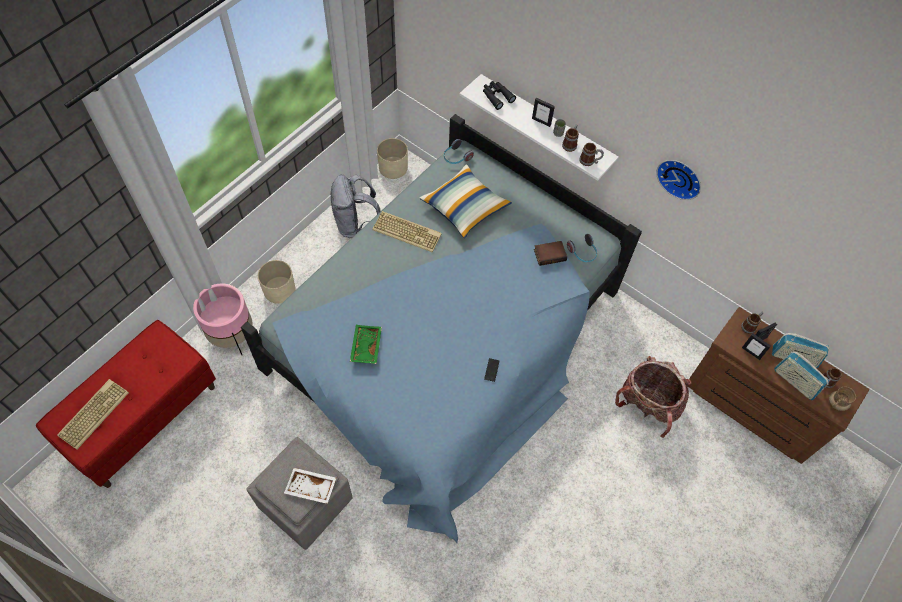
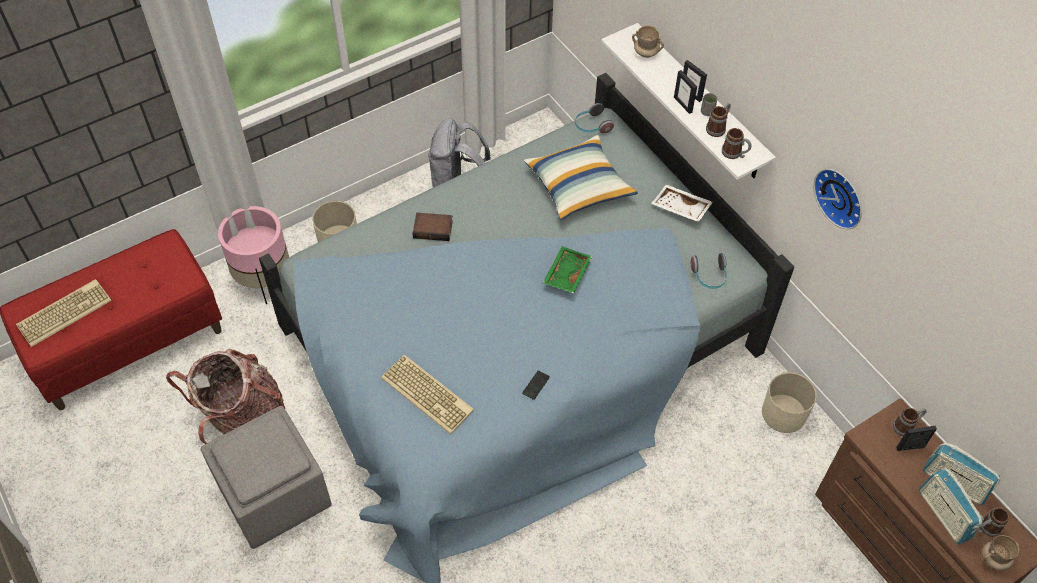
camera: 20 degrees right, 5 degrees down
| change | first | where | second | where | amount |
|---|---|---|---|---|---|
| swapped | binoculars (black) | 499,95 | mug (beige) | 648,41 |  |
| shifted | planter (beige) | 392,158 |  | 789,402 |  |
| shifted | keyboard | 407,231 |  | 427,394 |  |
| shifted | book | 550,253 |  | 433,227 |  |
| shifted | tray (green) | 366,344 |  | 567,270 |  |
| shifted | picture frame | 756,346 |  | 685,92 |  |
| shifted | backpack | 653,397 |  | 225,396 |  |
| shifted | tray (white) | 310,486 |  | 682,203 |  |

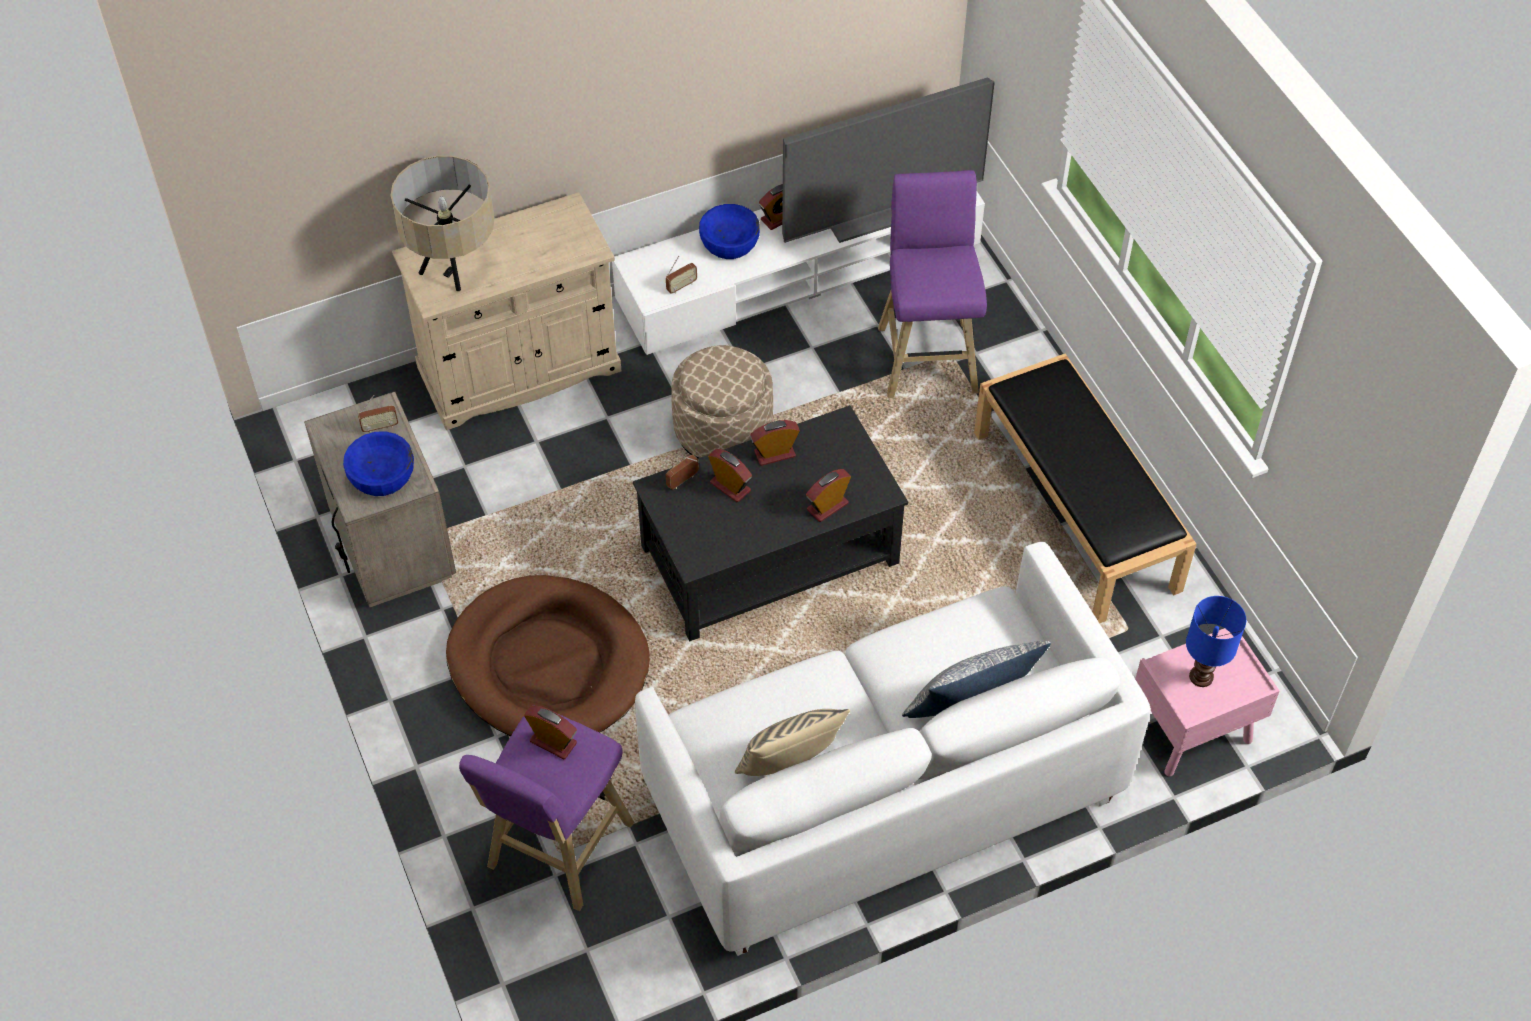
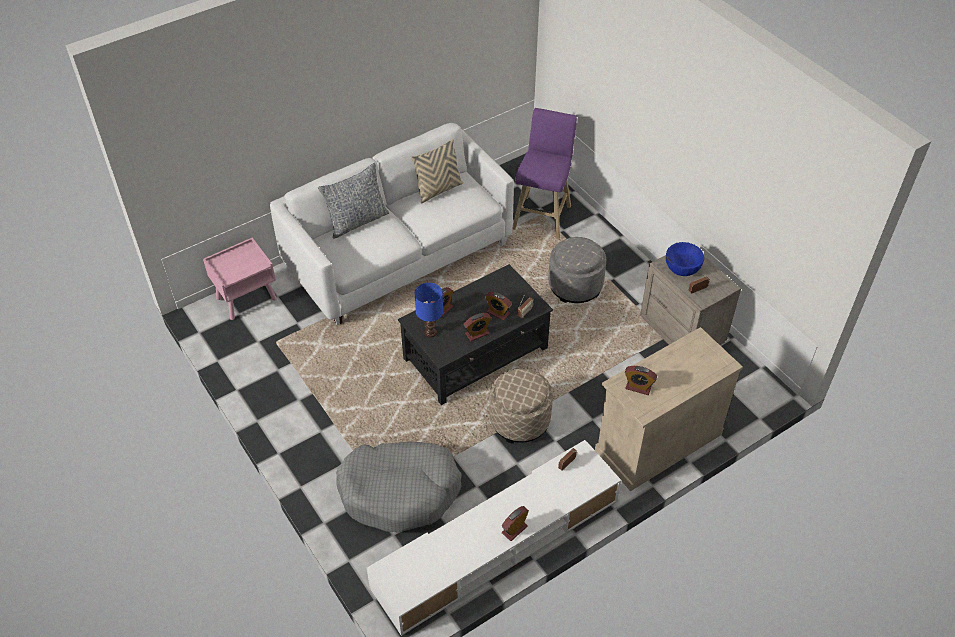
camera: 170 degrees right, 5 degrees down
| change | first | where | second | where | amount |
|---|---|---|---|---|---|
| gone | television | 888,160 |  |  |  |
| gone | table lamp (beige) | 442,223 |  |  |  |
| swapped | stool (purple) | 932,284 | dog bed (grey) | 398,487 |  |
| gone | bowl (blue) | 729,231 |  |  |  |
| gone | bench (black) | 1085,488 |  |  |  |
| swapped | dog bed (brown) | 548,655 | ottoman (grey) | 577,270 |  |
| shifted | table lamp (blue) | 1216,641 |  | 429,310 |  |
| shifted | alarm clock | 550,732 |  | 641,380 |  |

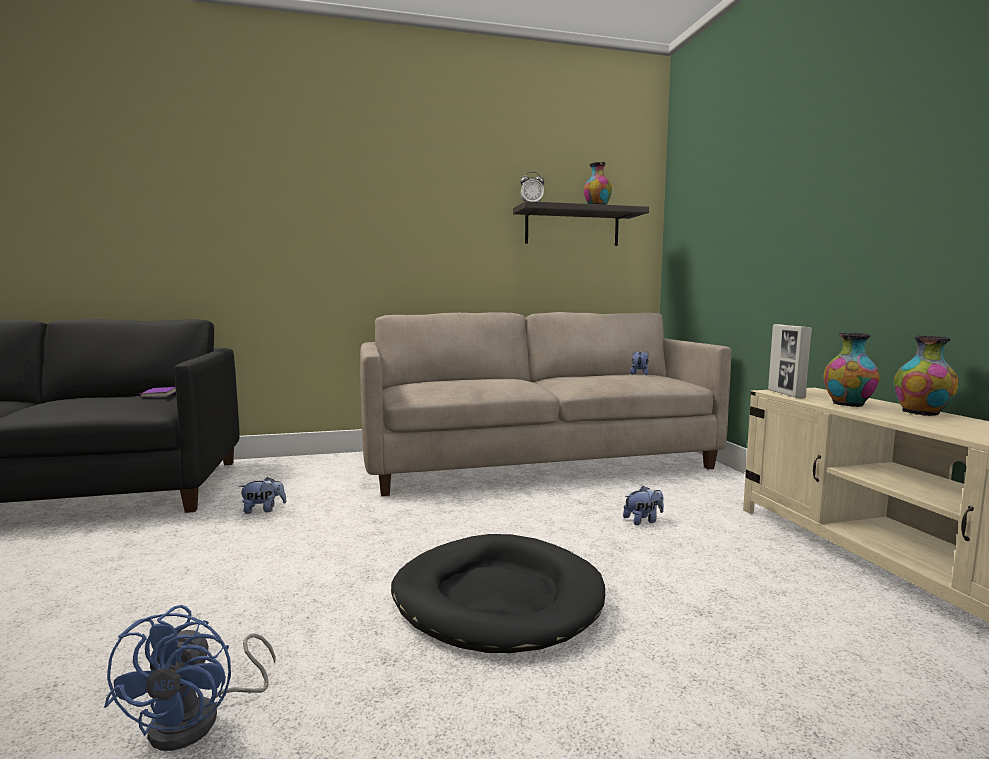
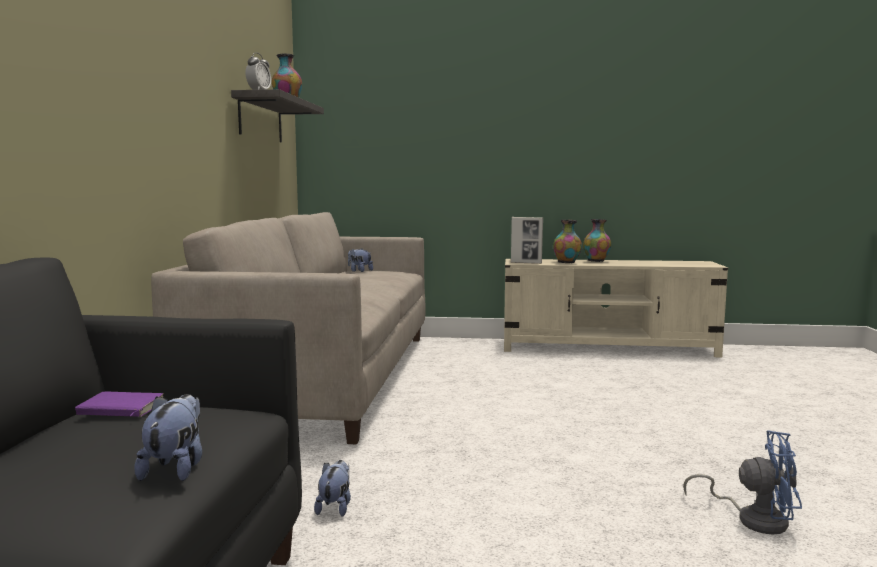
camera: 70 degrees left, 0 degrees up
| change | first | where | second | where | amount |
|---|---|---|---|---|---|
| shifted | plush toy | 643,505 |  | 168,437 |  |
| gone | dog bed (black) | 498,593 |  |  |  |

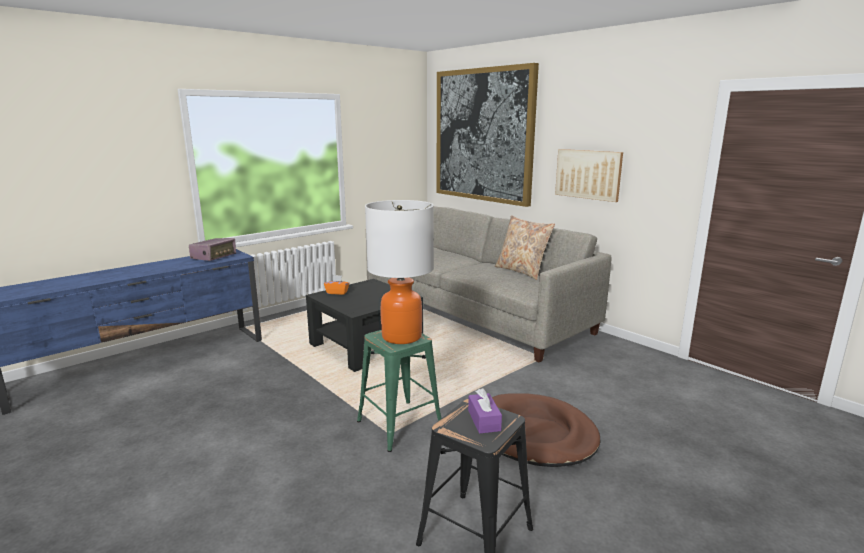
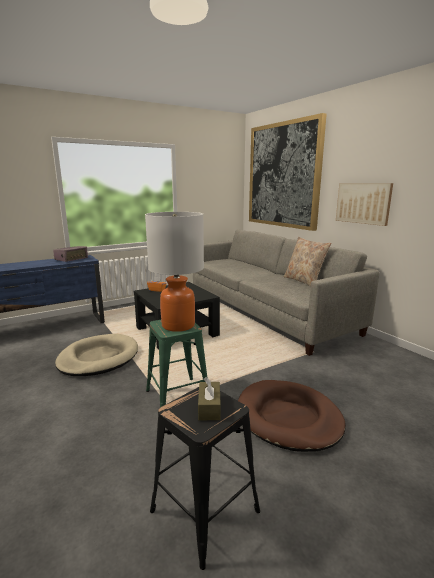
camera: 10 degrees right, 0 degrees up
| change | first | where | second | where | amount |
|---|---|---|---|---|---|
| repainted | tissue box (purple) | 485,411 | tissue box (brown) | 209,398 |  |
| new |  |  | dog bed (beige) | 96,355 |  |

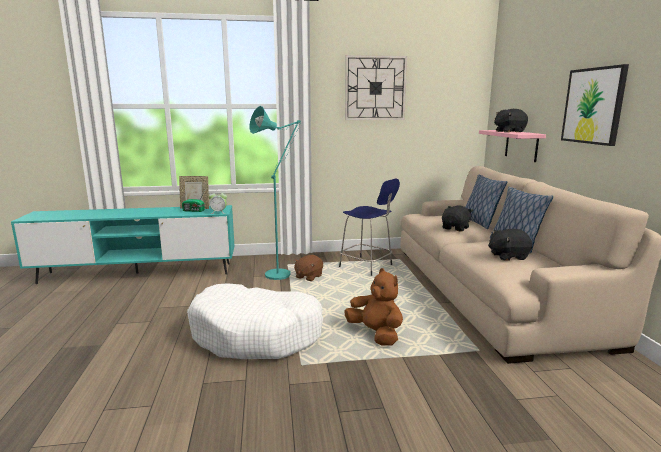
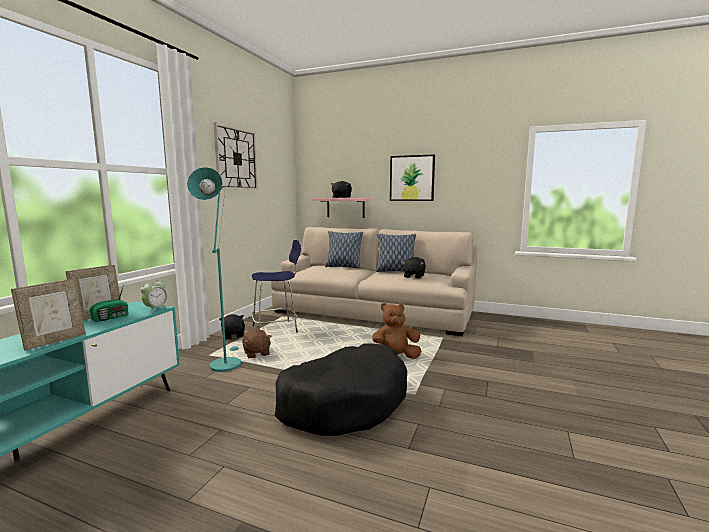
camera: 60 degrees left, 5 degrees down
| change | first | where | second | where | amount |
|---|---|---|---|---|---|
| shifted | plush toy (black) | 457,218 |  | 232,326 |  |
| repainted | dog bed (white) | 255,321 | dog bed (black) | 341,390 |  |
| new |  |  | picture frame | 48,315 |  |

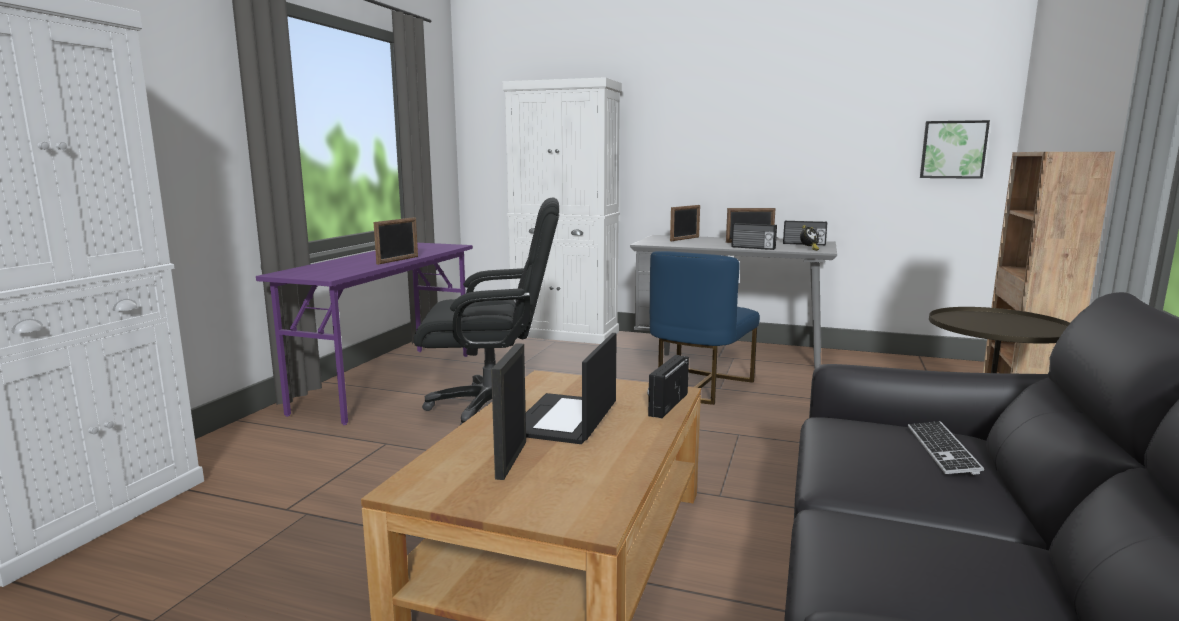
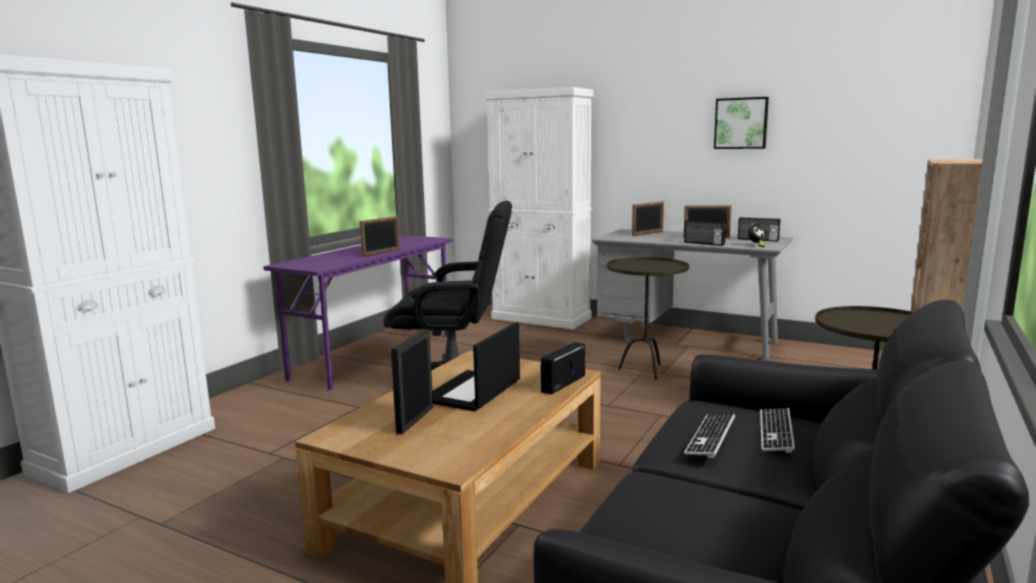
camera: 10 degrees right, 0 degrees up
| change | first | where | second | where | amount |
|---|---|---|---|---|---|
| shifted | picture | 955,149 |  | 741,123 |  |
| swapped | chair (blue) | 705,328 | side table (brown) | 648,318 |  |
| new |  |  | keyboard | 709,436 |  |

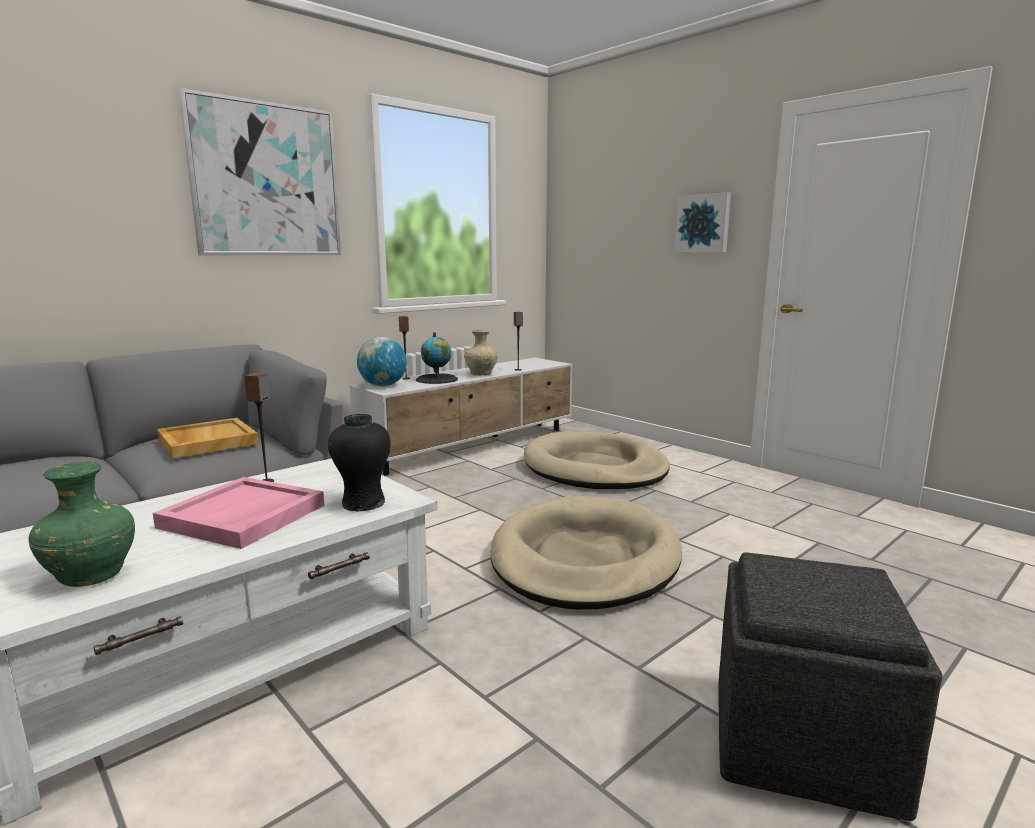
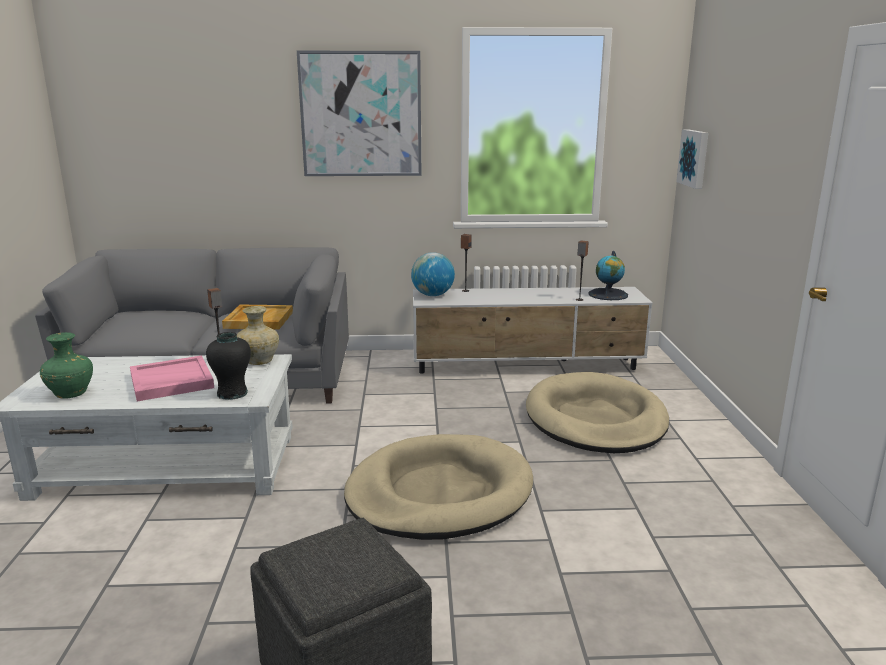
camera: 40 degrees right, 5 degrees up
| change | first | where | second | where | amount |
|---|---|---|---|---|---|
| shifted | picture | 703,222 |  | 692,159 |  |
| shifted | vase (beige) | 481,352 |  | 258,335 |  |
| shifted | globe | 437,358 |  | 608,275 |  |

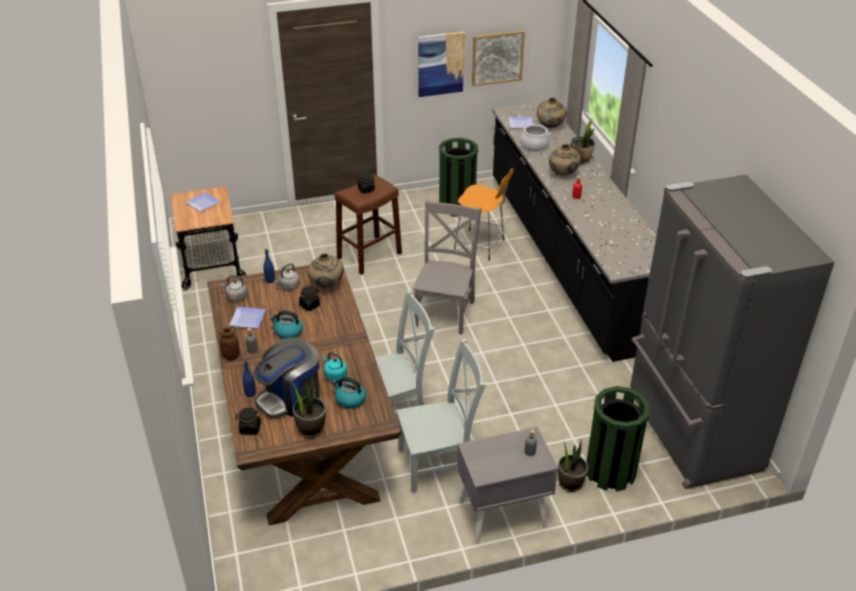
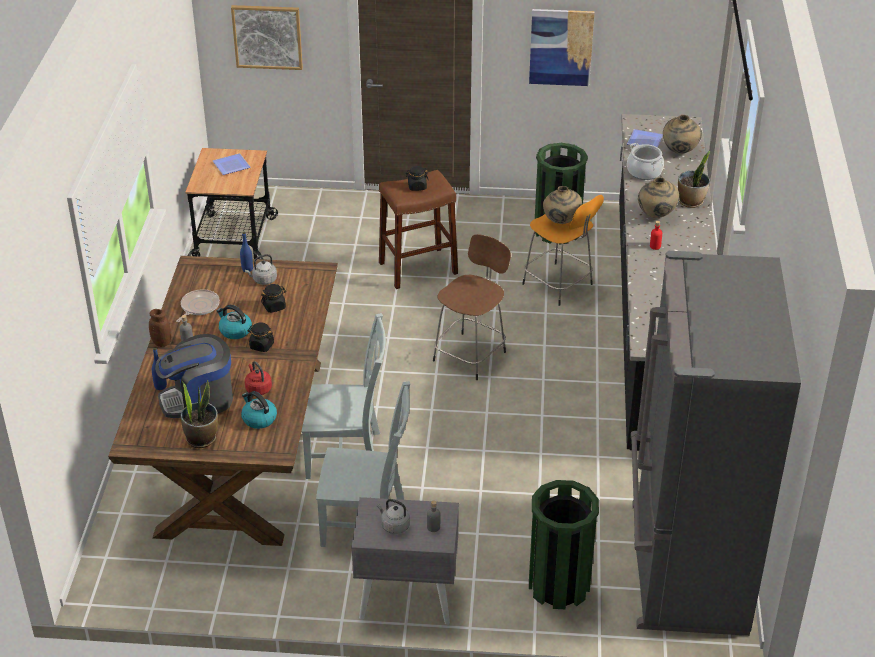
camera: 20 degrees right, 0 degrees up
| change | first | where | second | where | amount |
|---|---|---|---|---|---|
| shifted | picture | 498,58 |  | 267,37 |  |
| swapped | chair (grey) | 447,267 | stool (brown) | 472,307 |  |
| shifted | vase (beige) | 325,271 |  | 562,205 |  |
| shifted | kettle (grey) | 234,288 |  | 393,516 |  |
| swapped | plate | 247,318 | frying pan | 198,305 |  |
| repainted | kettle (turquoise) | 334,366 | kettle (red) | 258,378 |  |
| shifted | jar (black) | 248,421 |  | 261,337 |  |
| gone | potted plant | 573,465 |  |  |  |

